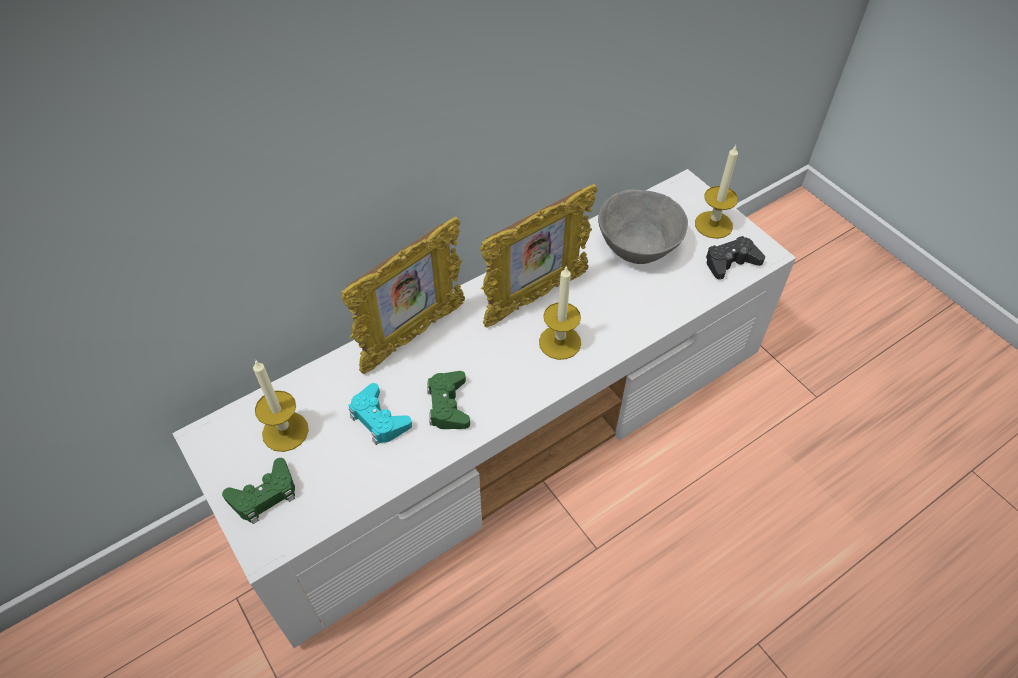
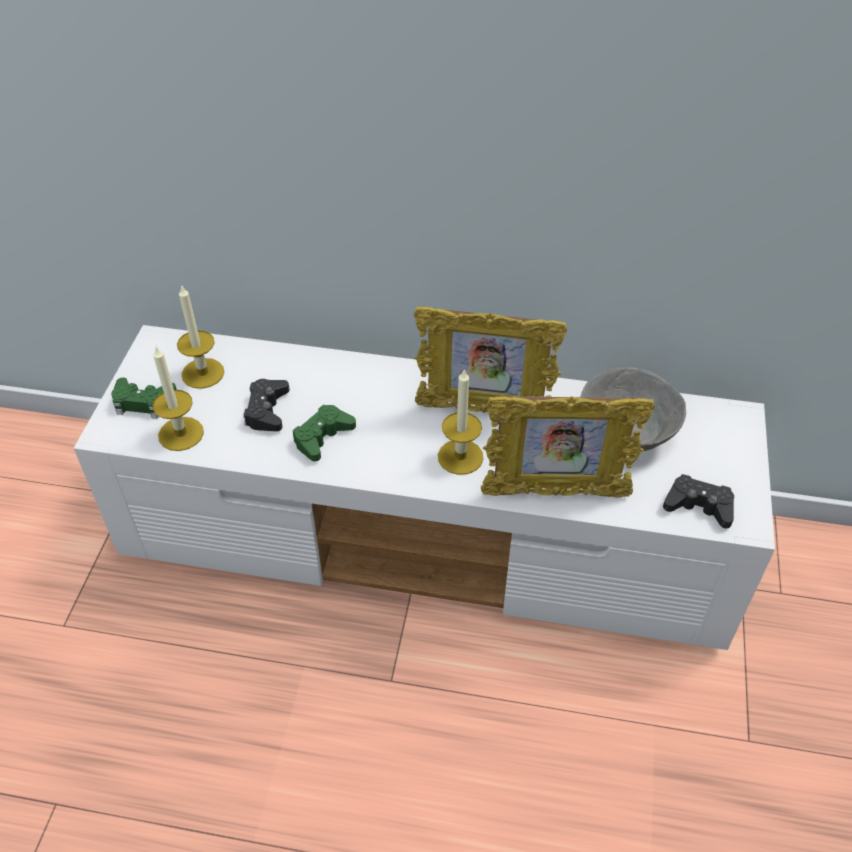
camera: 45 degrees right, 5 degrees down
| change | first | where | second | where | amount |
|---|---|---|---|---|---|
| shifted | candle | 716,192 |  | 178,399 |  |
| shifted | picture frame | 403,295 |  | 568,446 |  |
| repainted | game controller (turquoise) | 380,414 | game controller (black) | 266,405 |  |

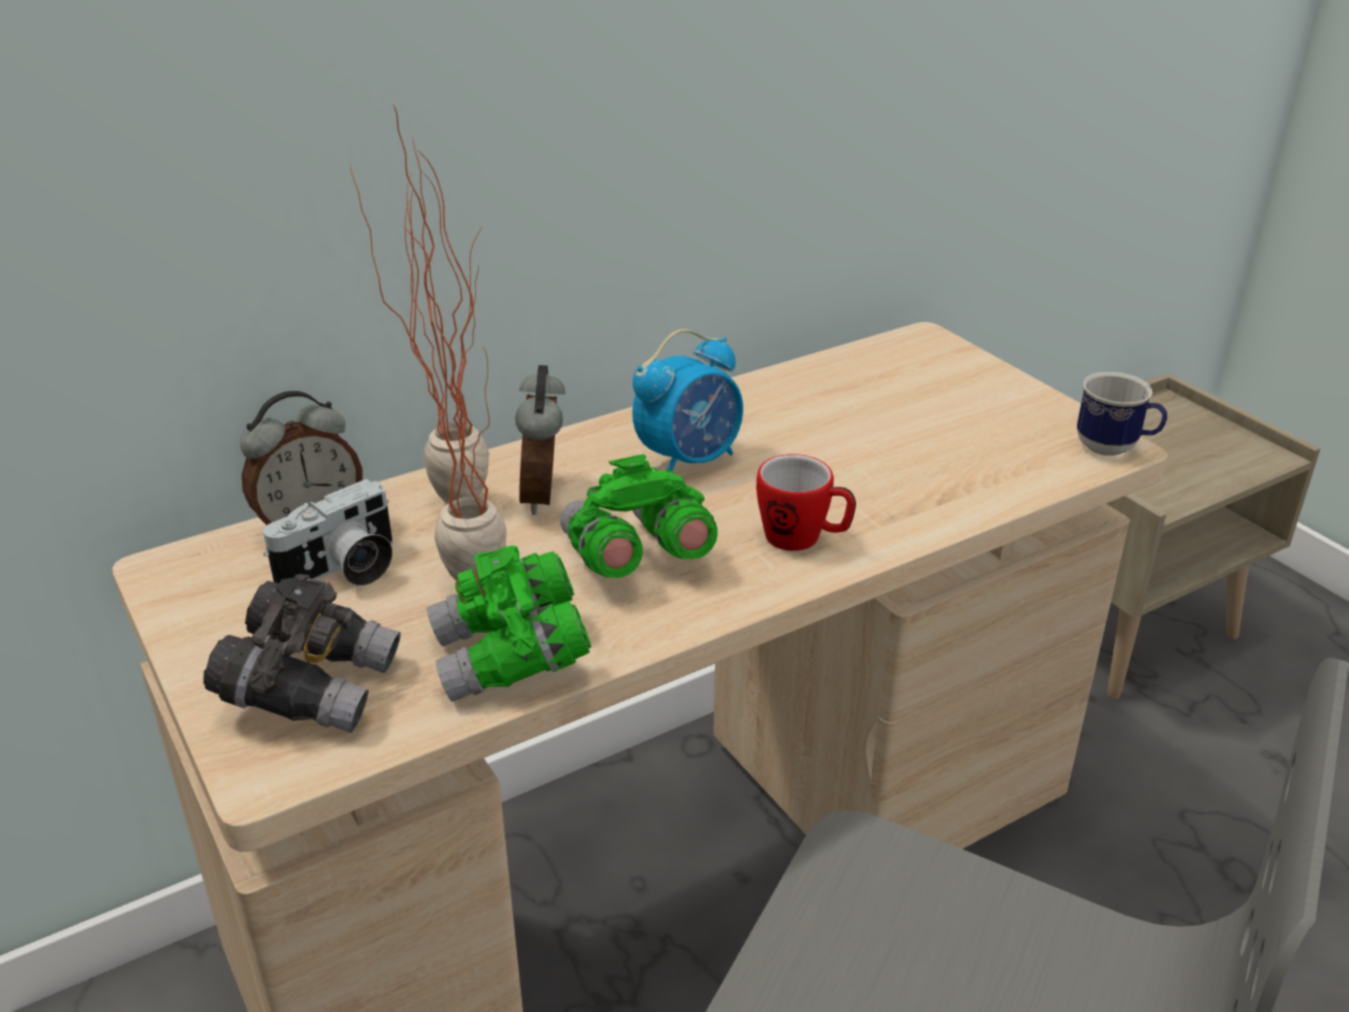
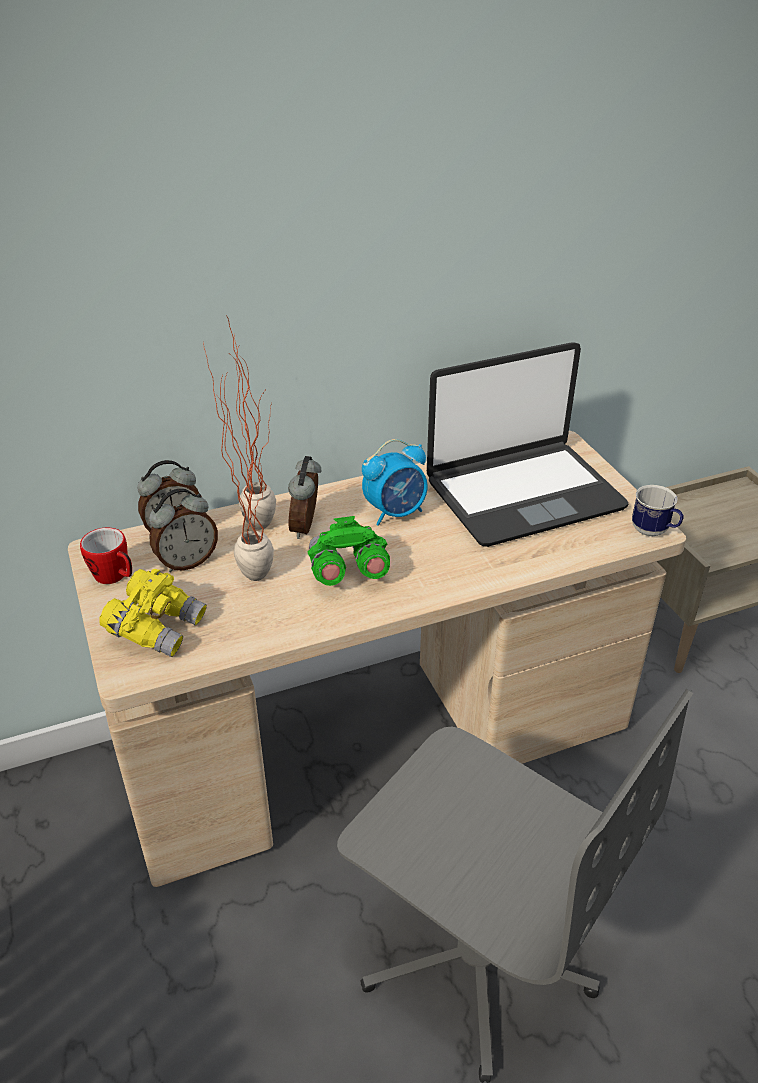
camera: 10 degrees right, 5 degrees up
| change | first | where | second | where | amount |
|---|---|---|---|---|---|
| shifted | mug | 806,502 |  | 106,555 |  |
| swapped | photo camera | 328,532 | alarm clock | 183,530 |  |
| gone | binoculars (green) | 509,623 |  |  |  |
| repainted | binoculars (grey) | 302,653 | binoculars (yellow) | 153,613 |  |
| new |  |  | laptop | 528,444 |  |

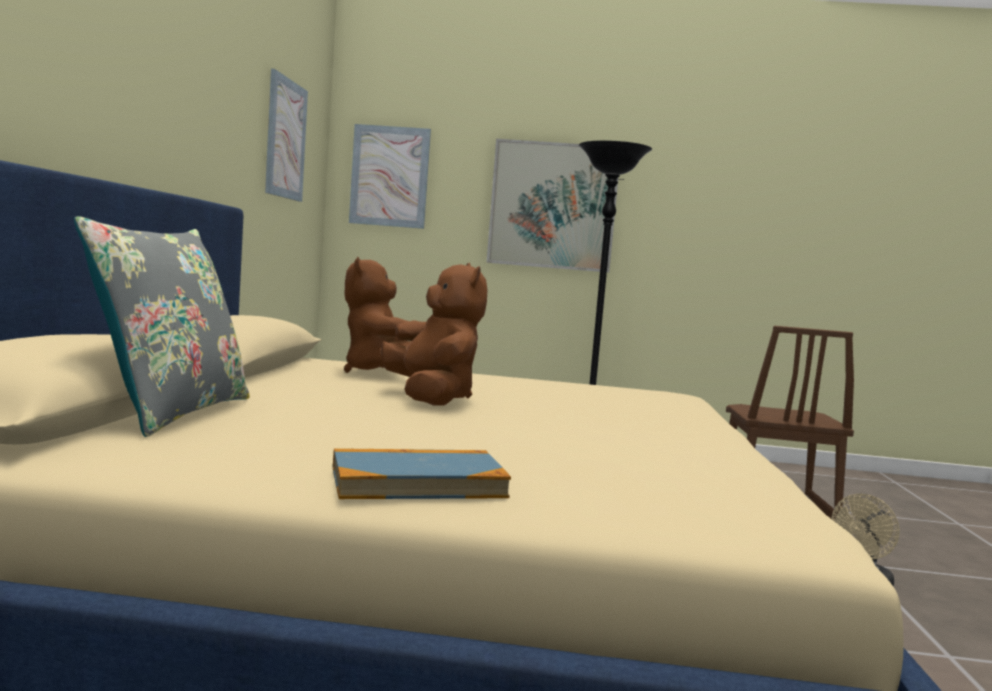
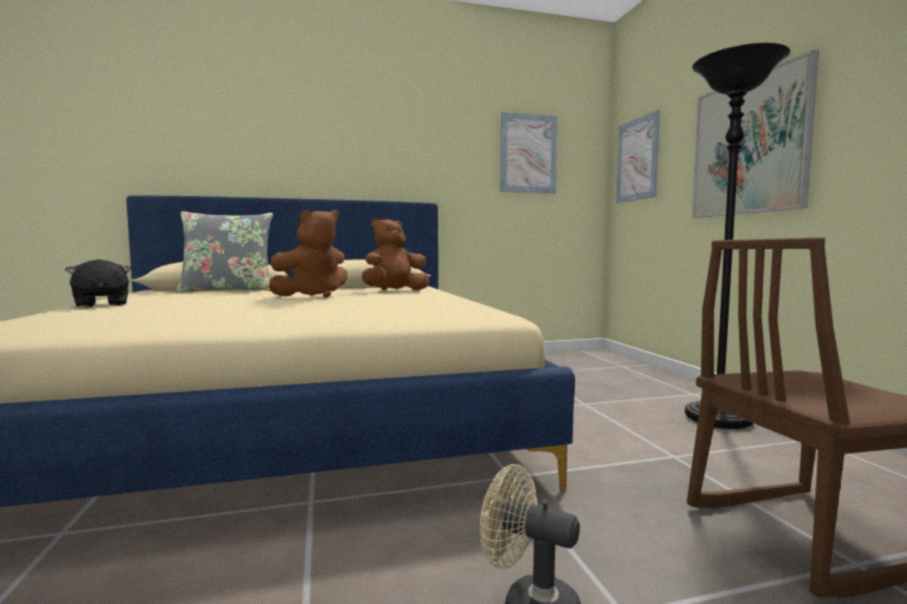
camera: 70 degrees right, 0 degrees up
| change | first | where | second | where | amount |
|---|---|---|---|---|---|
| swapped | book | 422,473 | plush toy (black) | 98,283 |  |

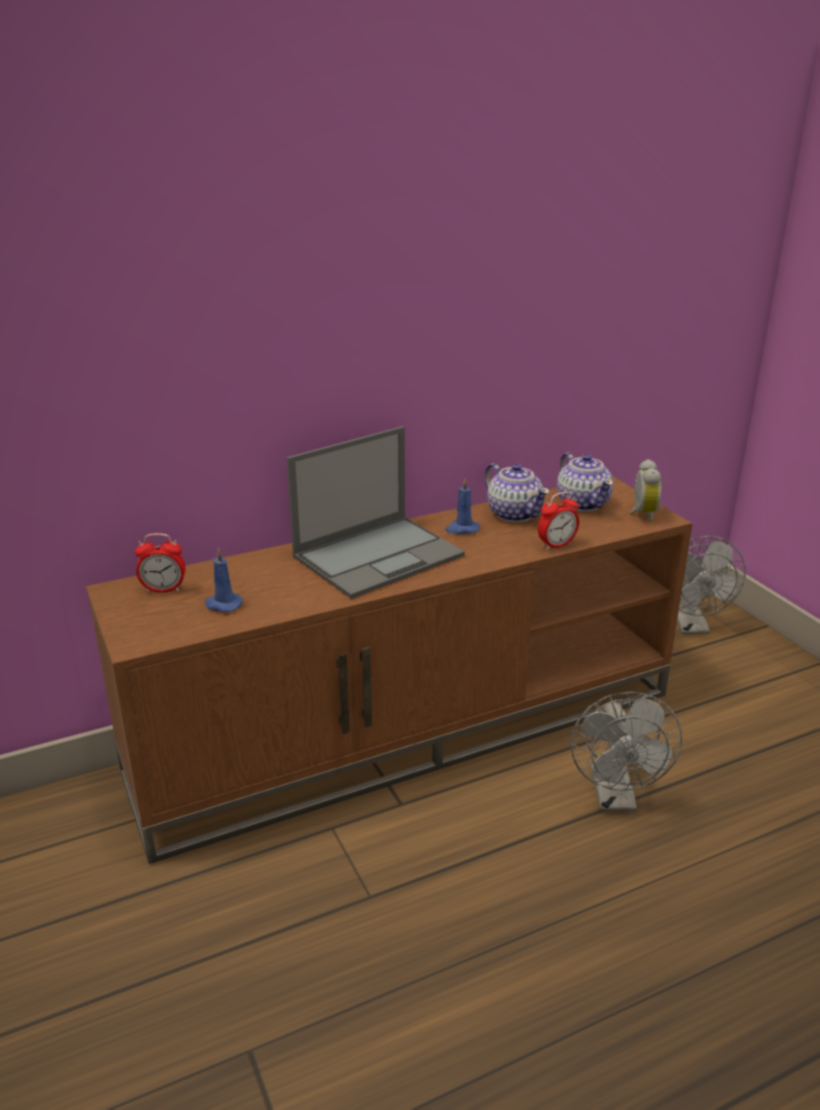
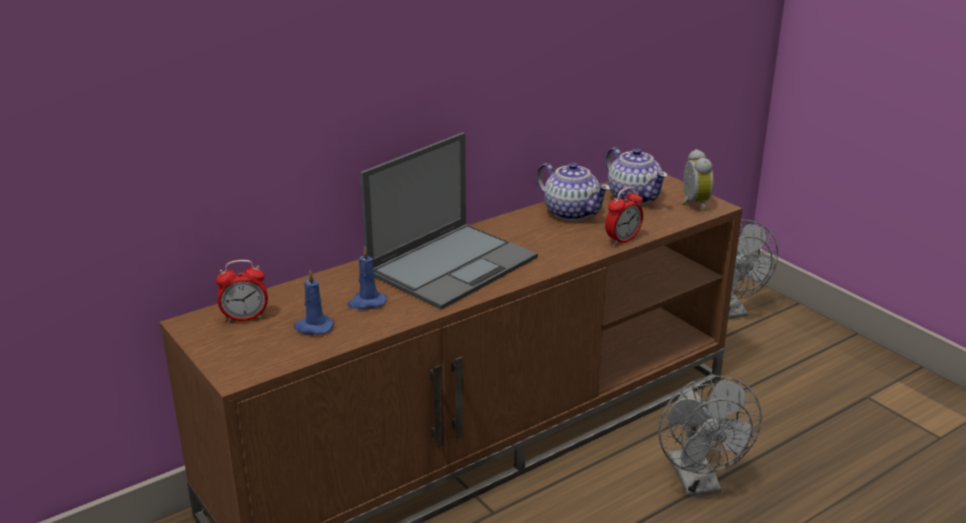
camera: 10 degrees left, 0 degrees up
| change | first | where | second | where | amount |
|---|---|---|---|---|---|
| shifted | candle (blue) | 462,506 |  | 366,278 |  |

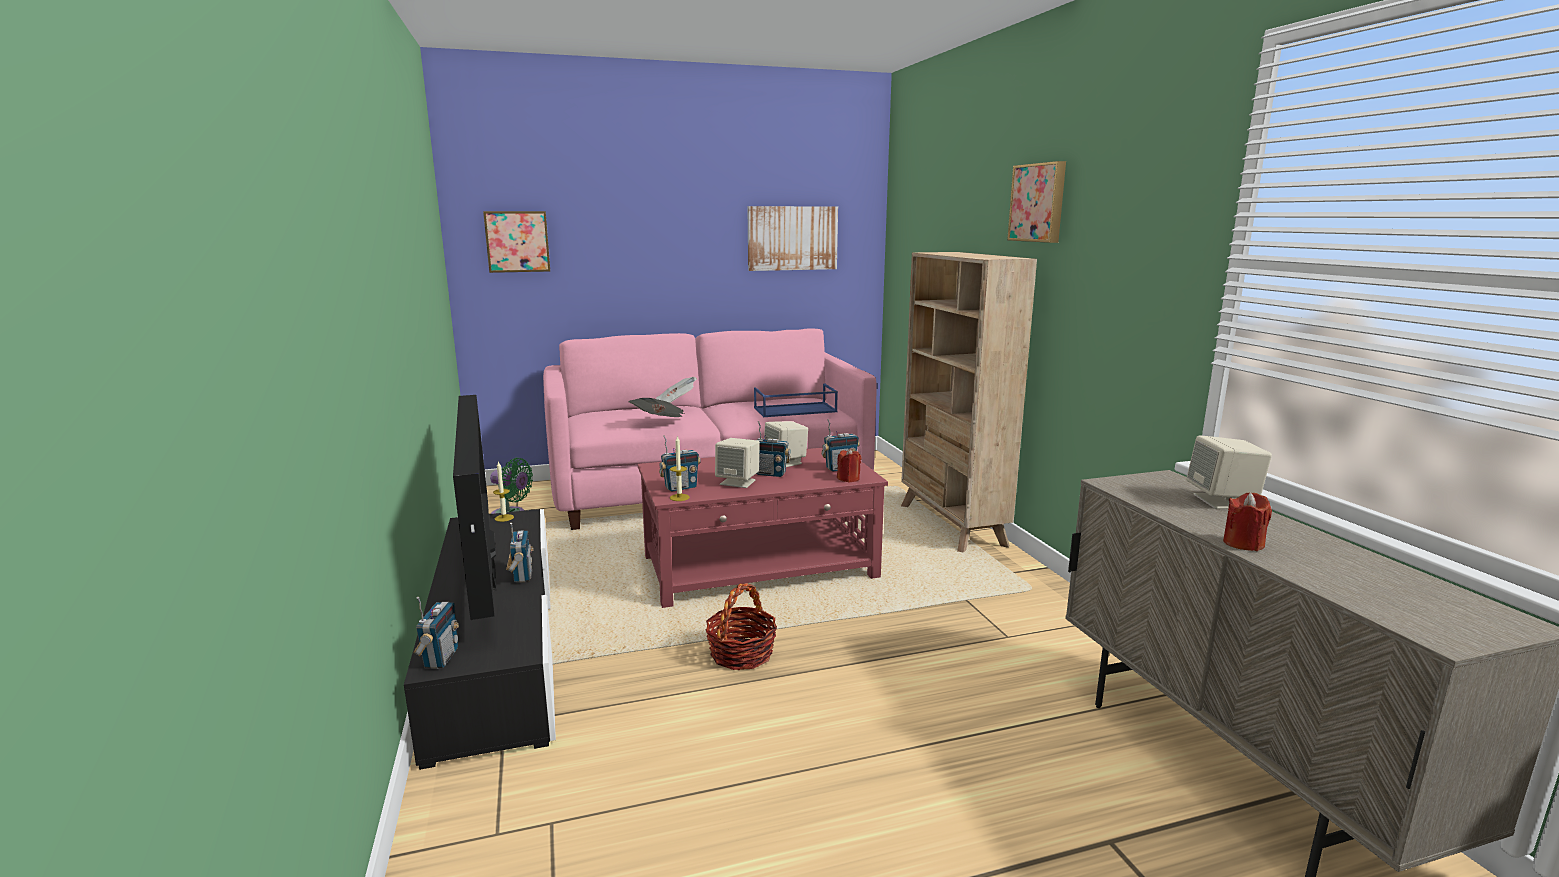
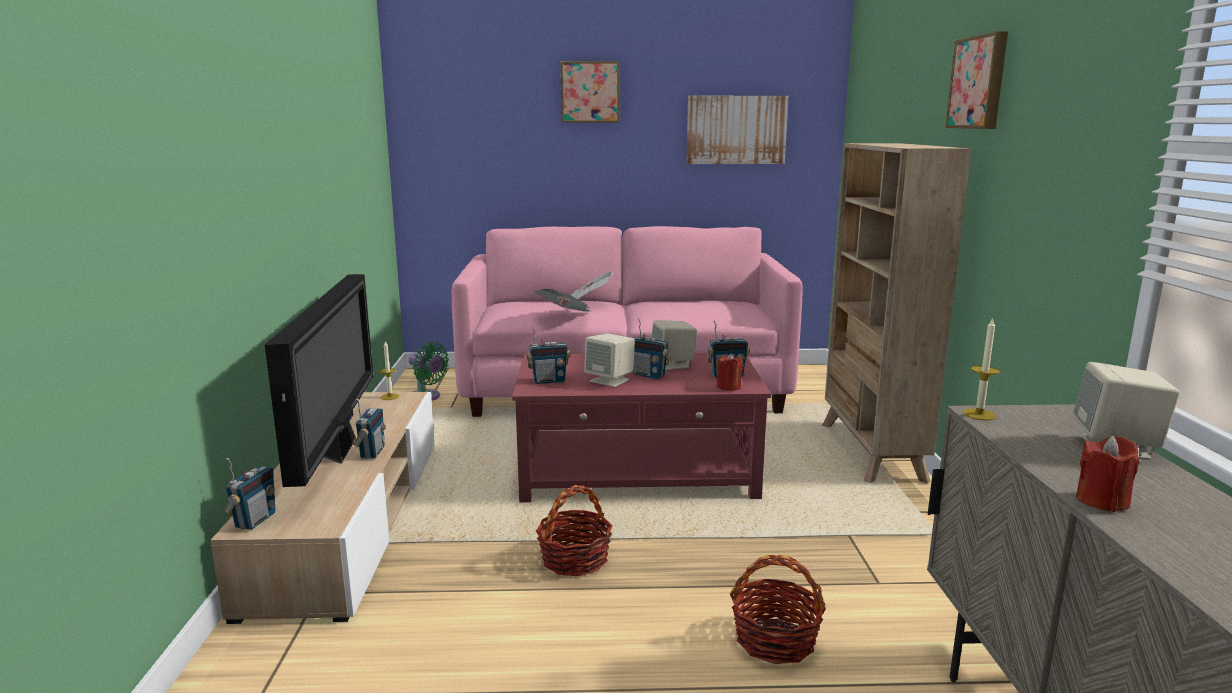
camera: 15 degrees right, 0 degrees up
| change | first | where | second | where | amount |
|---|---|---|---|---|---|
| shifted | picture | 516,242 |  | 589,91 |  |
| gone | tray (blue) | 796,400 |  |  |  |
| shifted | candle | 680,468 |  | 981,368 |  |
| repainted | tv stand (black) | 480,639 | tv stand (beige) | 322,508 |  |
| new |  |  | basket | 778,609 |  |

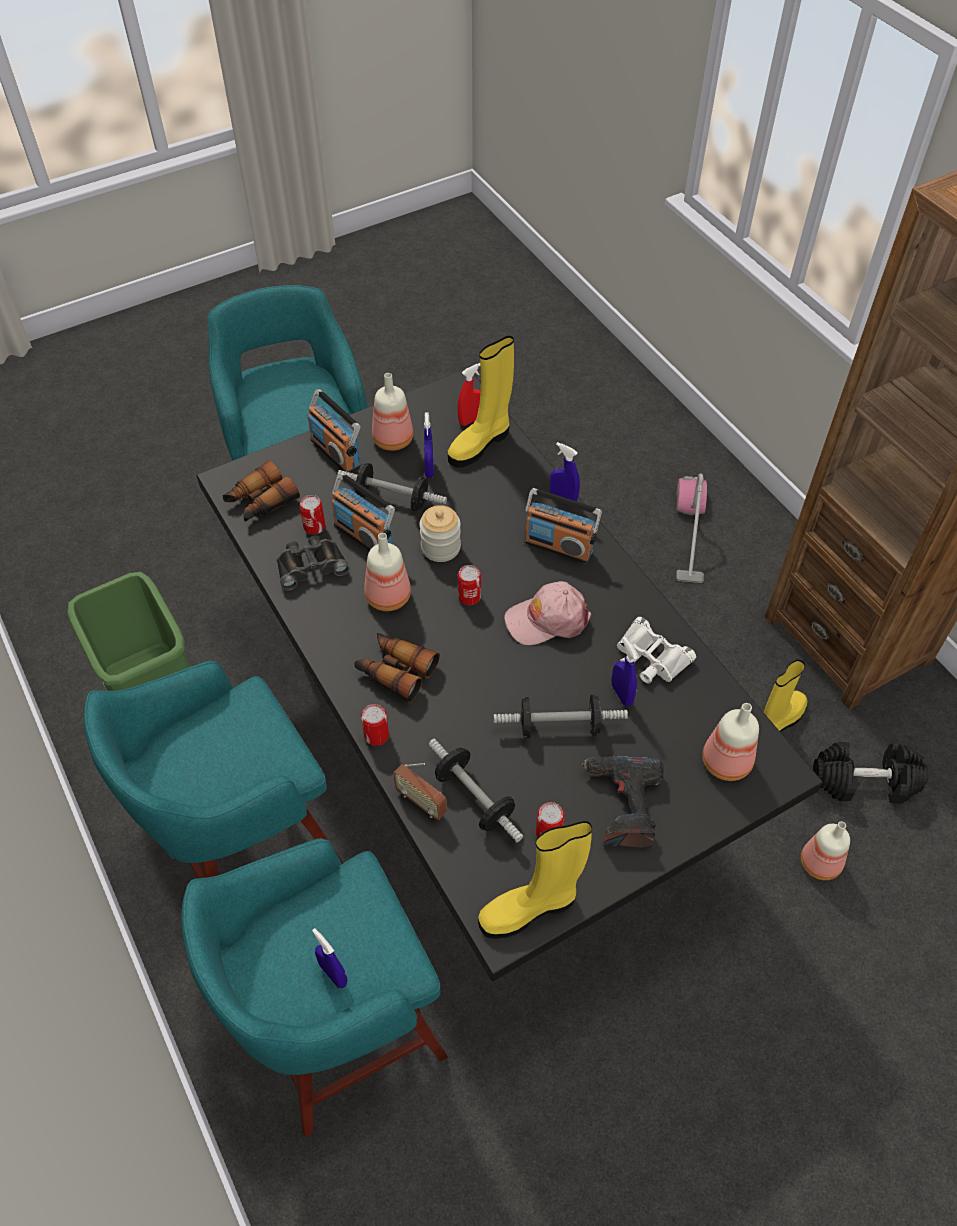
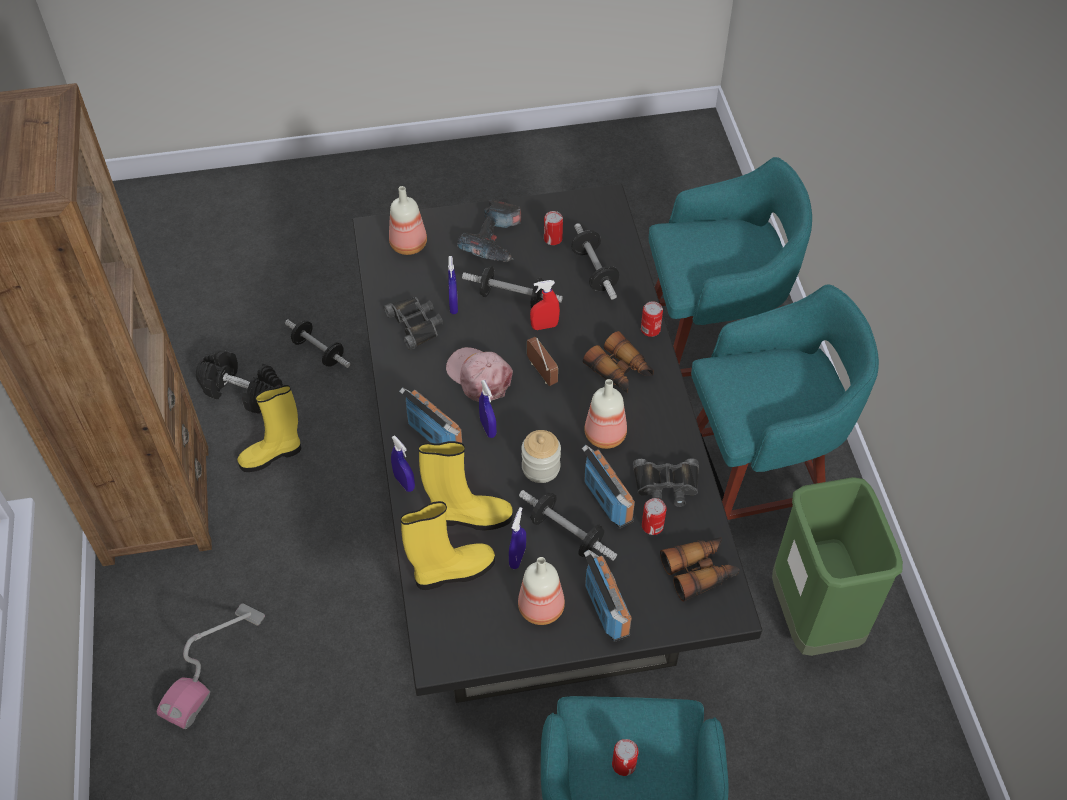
camera: 160 degrees left, 0 degrees up
| change | first | where | second | where | amount |
|---|---|---|---|---|---|
| shifted | spray bottle (red) | 469,394 |  | 545,305 |  |
| shifted | can | 469,585 |  | 625,757 |  |
| rotated | cap (pink) | 547,613 |  | 479,374 | 135 degrees counterclockwise |
| repainted | binoculars (white) | 656,650 | binoculars (black) | 413,323 |  |
| shifted | radio | 420,792 |  | 542,361 |  |
| shifted | boot (yellow) | 535,880 |  | 466,486 |  |
| swapped | bottle | 825,850 | dumbbell | 317,343 |  |
| shifted | spray bottle (blue) | 330,958 |  | 488,409 |  |

